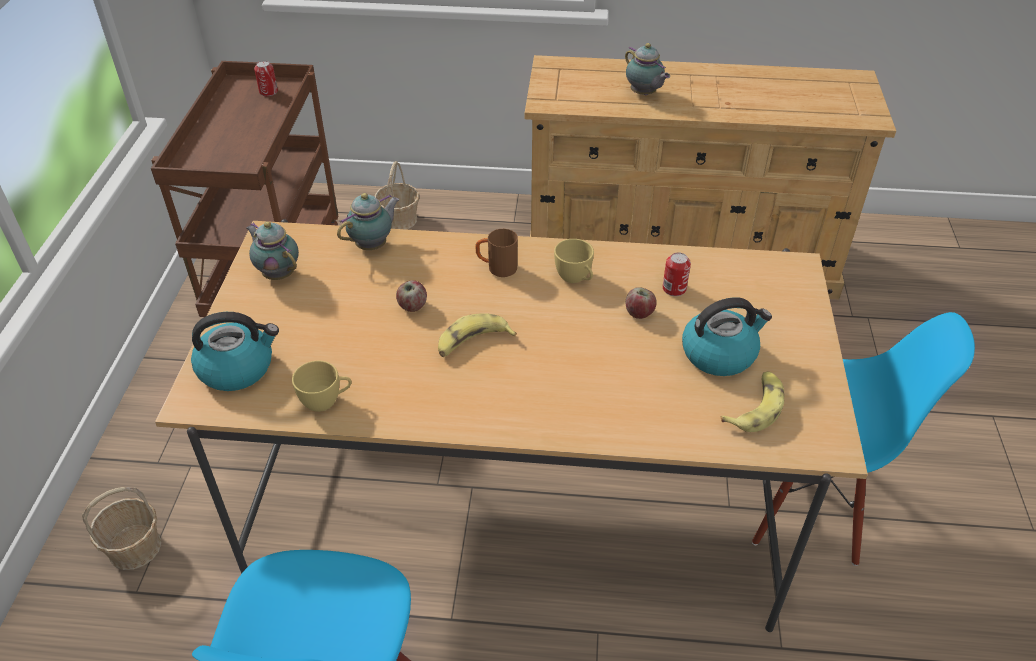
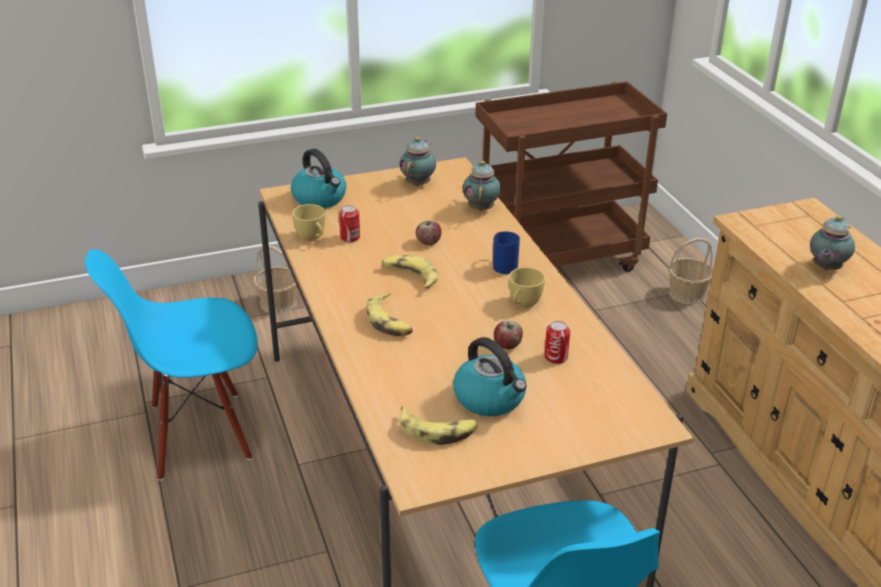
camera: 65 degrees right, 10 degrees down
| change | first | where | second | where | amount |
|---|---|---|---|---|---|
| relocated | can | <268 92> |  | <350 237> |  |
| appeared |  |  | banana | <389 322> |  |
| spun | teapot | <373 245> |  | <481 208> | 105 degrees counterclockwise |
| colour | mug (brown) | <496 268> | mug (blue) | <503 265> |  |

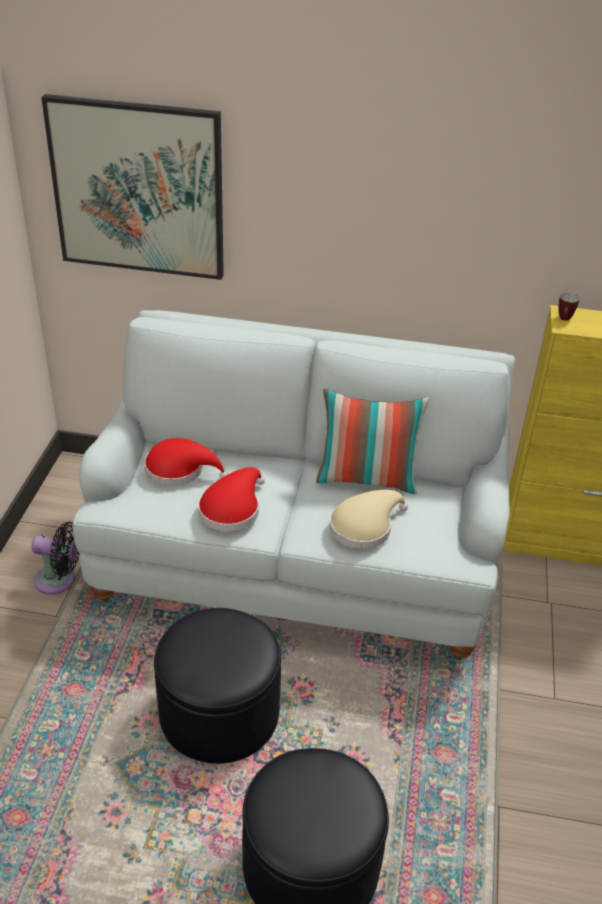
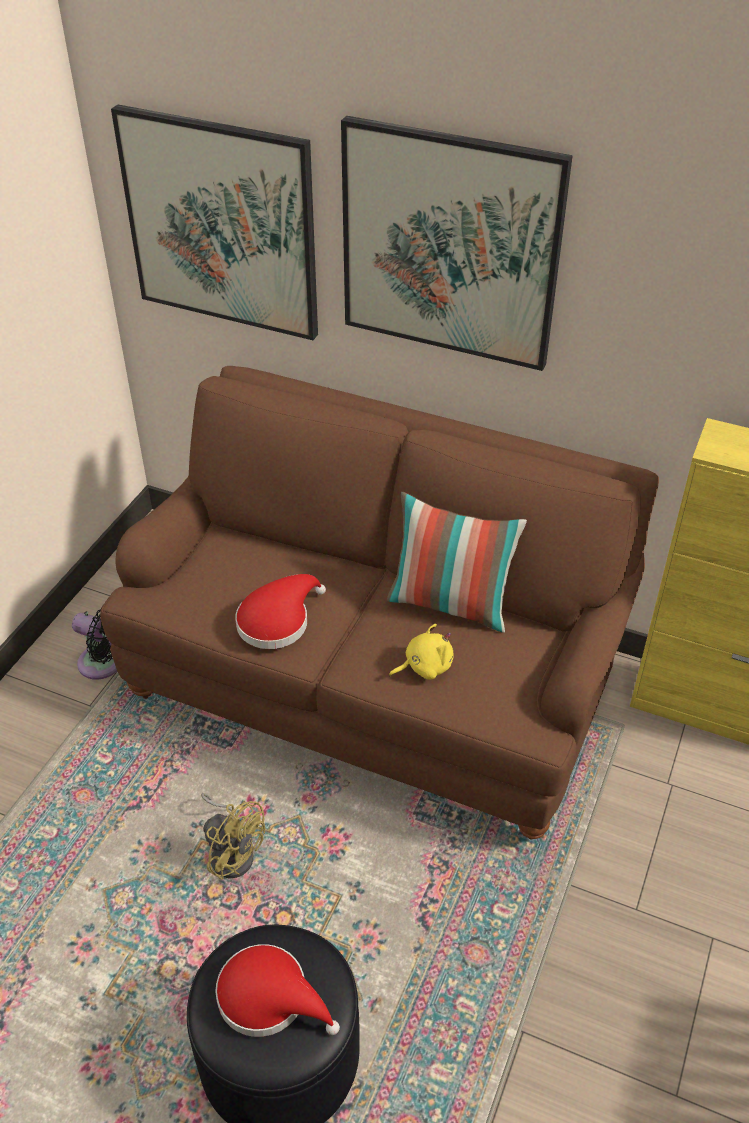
camera: 15 degrees right, 5 degrees up
| change | first | where | second | where | amount |
|---|---|---|---|---|---|
| colour | sofa (white) | <296 562> | sofa (brown) | <375 682> |  |
| exchanged | ottoman (black) | <219 712> | fan (yellow) | <232 852> |  |
| relocated | hat (red) | <179 470> |  | <269 998> |  |
| appeared |  |  | picture | <450 245> |  |
| exchanged | hat (beige) | <364 527> | plush toy (yellow) | <425 666> |  |
| missing | mug | <564 319> |  |  |  |

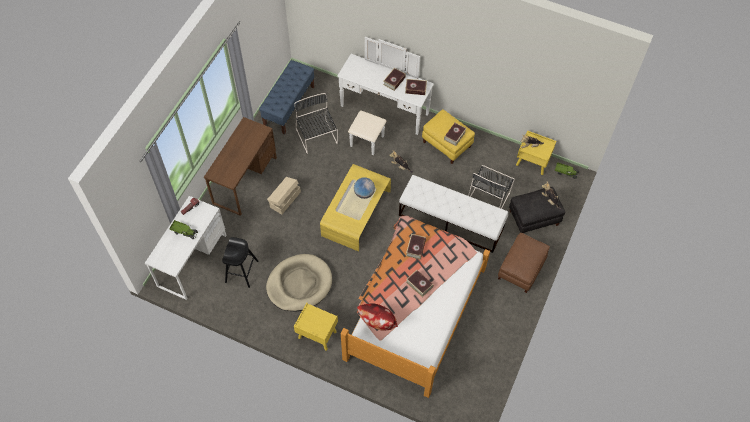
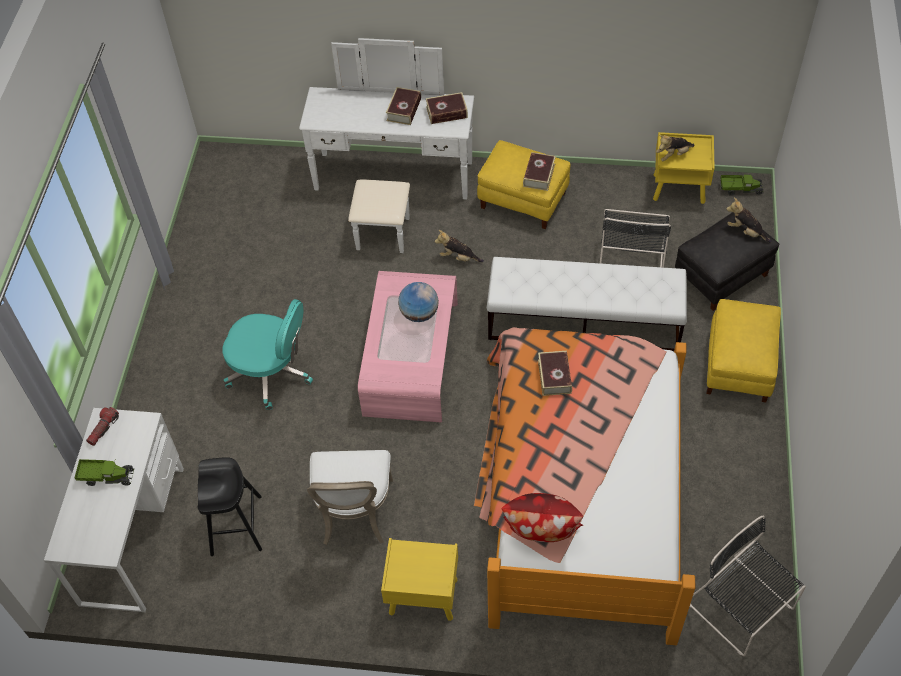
camera: 15 degrees left, 5 degrees down
| change | first | where | second | where | amount |
|---|---|---|---|---|---|
| exchanged | storage box (beige) | <284 199> | office chair (turquoise) | <271 373> |  |
| exchanged | dog bed (beige) | <299 284> | chair (white) | <354 514> |  |
| colour | coffee table (yellow) | <356 213> | coffee table (pink) | <411 358> |  |
| relocated | chair (black) | <317 137> |  | <741 608> |  |
| colour | ottoman (brown) | <521 269> | ottoman (yellow) | <739 366> |  |
| missing | desk (brown) | <245 180> |  |  |  |
| missing | bench (blue) | <289 106> |  |  |  |
| missing | book | <419 284> |  |  |  |

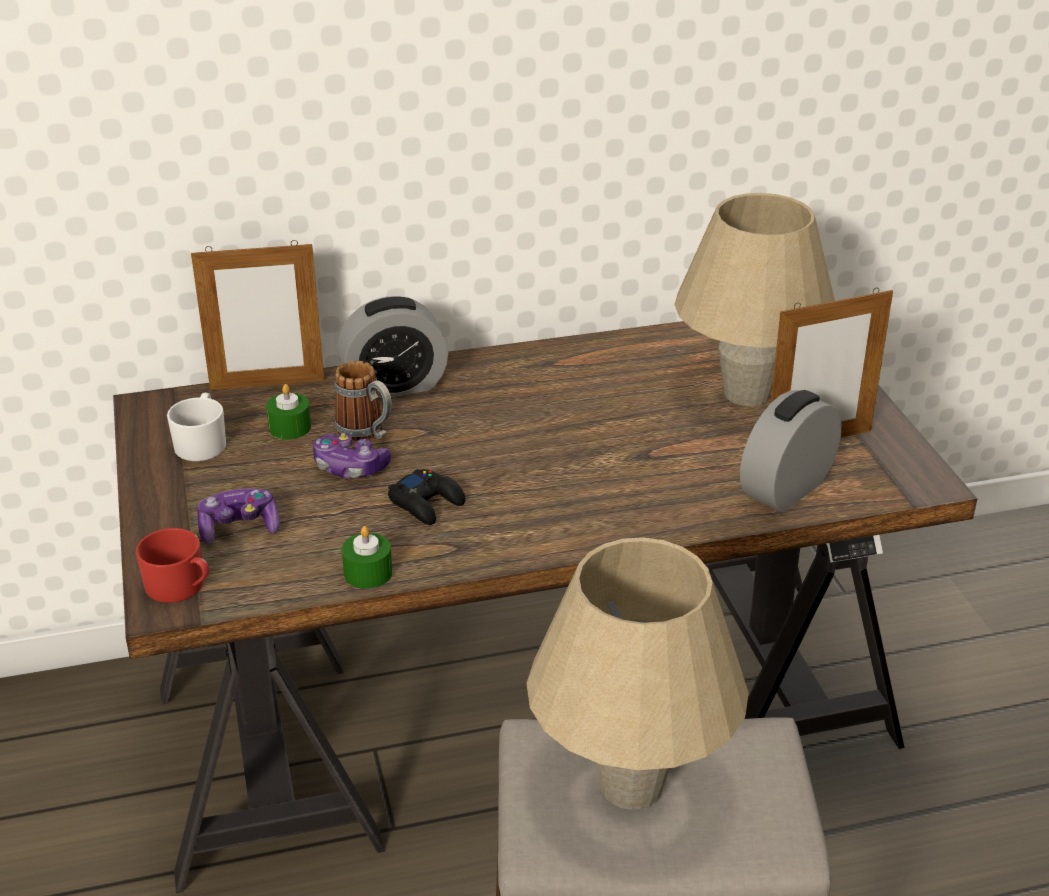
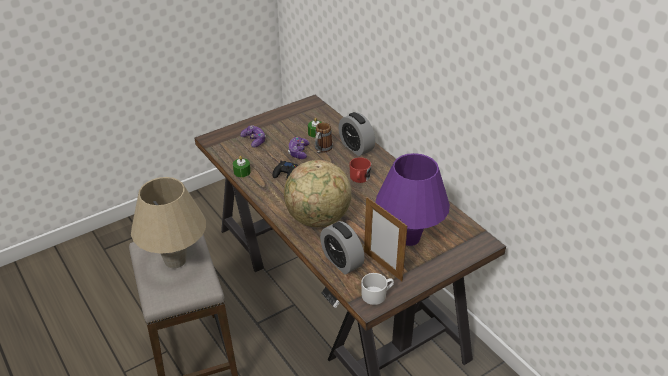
camera: 70 degrees right, 5 degrees up
| change | first | where | second | where | amount |
|---|---|---|---|---|---|
| appeared |  |  | globe | <318 219> |  |
| spun | alarm clock | <786 488> |  | <341 261> | 150 degrees counterclockwise |
| relocated | mug (red) | <181 587> |  | <359 178> |  |
| relocated | mug (white) | <202 443> |  | <377 295> |  |
| colour | table lamp (beige) | <746 393> | table lamp (purple) | <409 238> |  |
| missing | picture frame | <267 384> |  |  |  |

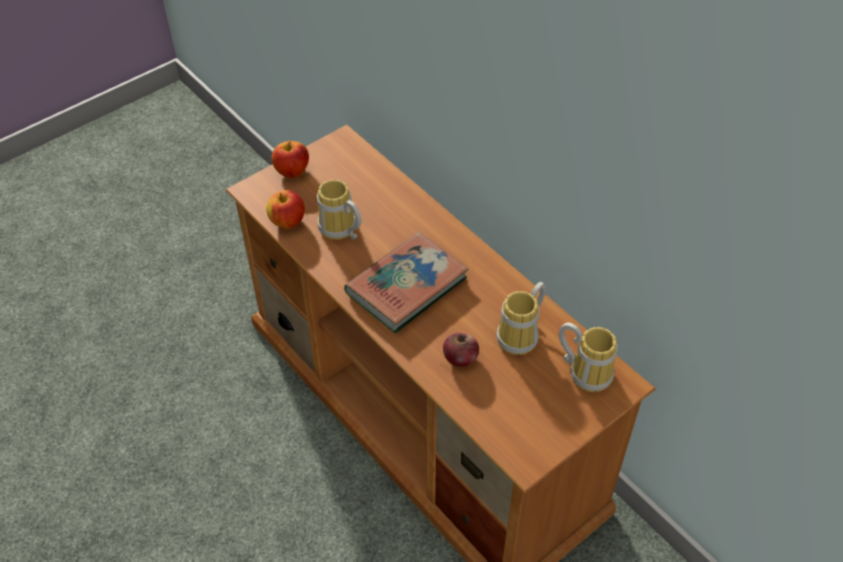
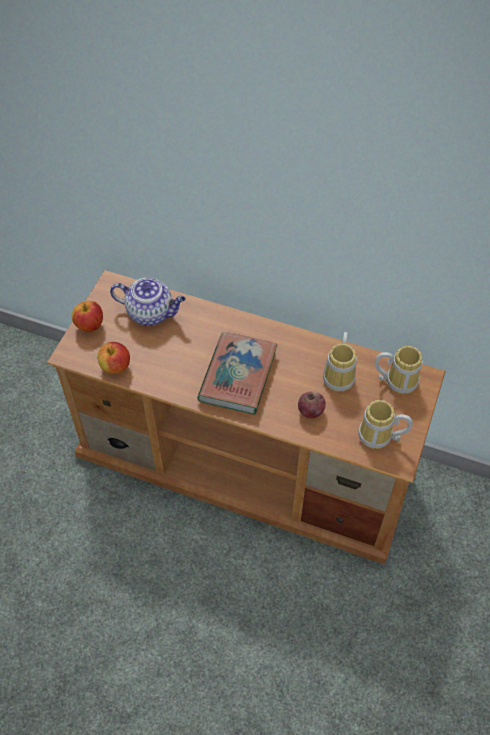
camera: 30 degrees left, 5 degrees up
| change | first | where | second | where | amount |
|---|---|---|---|---|---|
| appeared |  |  | teapot | <151 313> |  |
| relocated | mug | <339 231> |  | <379 438> |  |

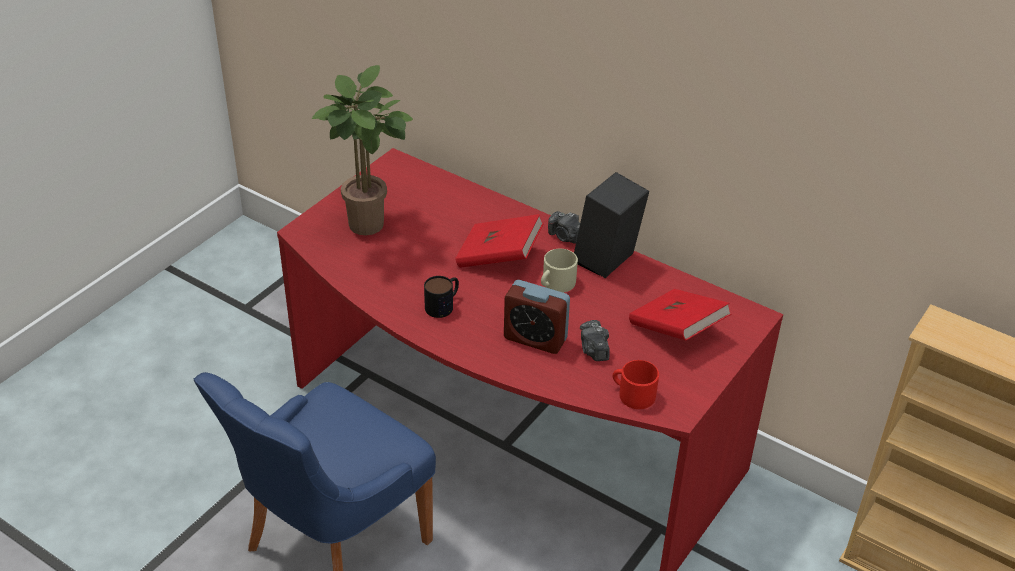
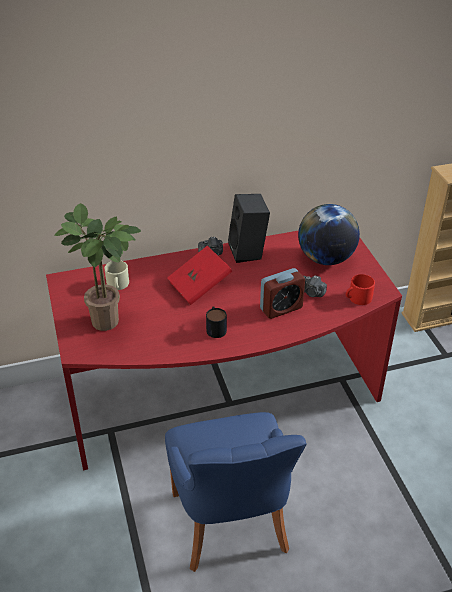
camera: 50 degrees left, 0 degrees up
| change | first | where | second | where | amount |
|---|---|---|---|---|---|
| relocated | mug (beige) | <556 284> |  | <117 285> |  |
| exchanged | book (red) | <676 330> | globe | <326 259> |  |

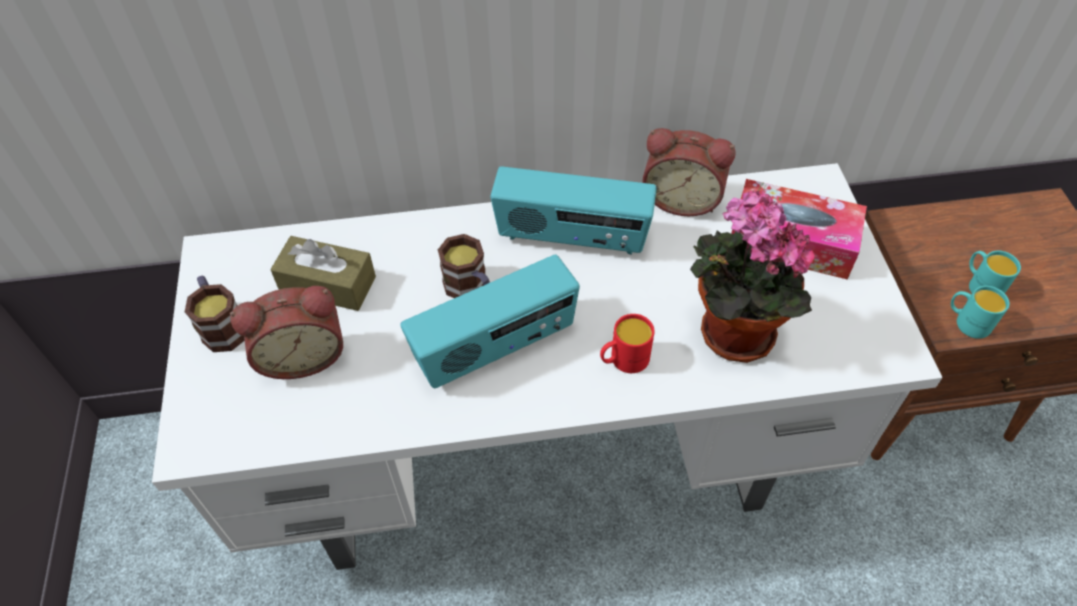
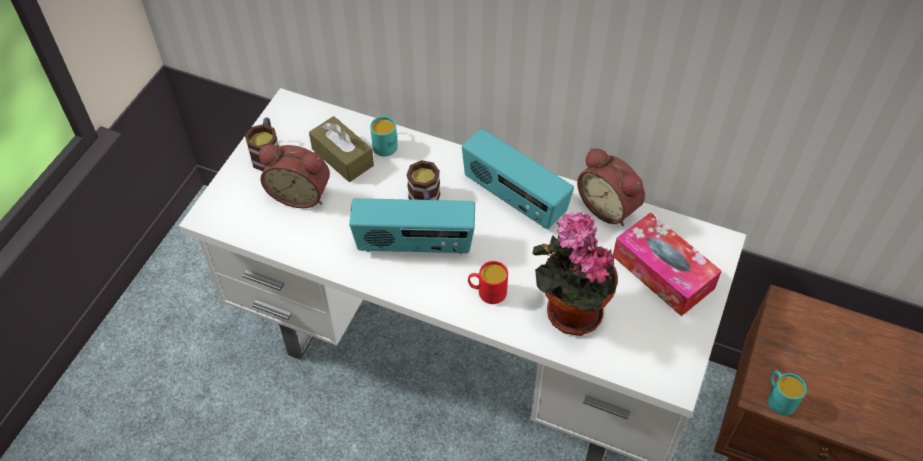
camera: 30 degrees right, 0 degrees up
| change | first | where | second | where | amount |
|---|---|---|---|---|---|
| relocated | mug (turquoise) | <980 285> |  | <385 143> |  |

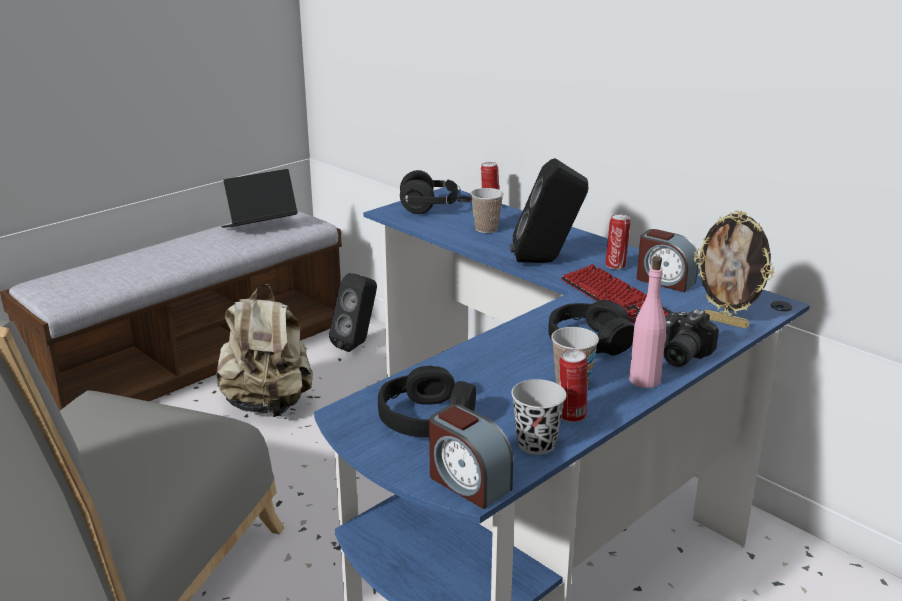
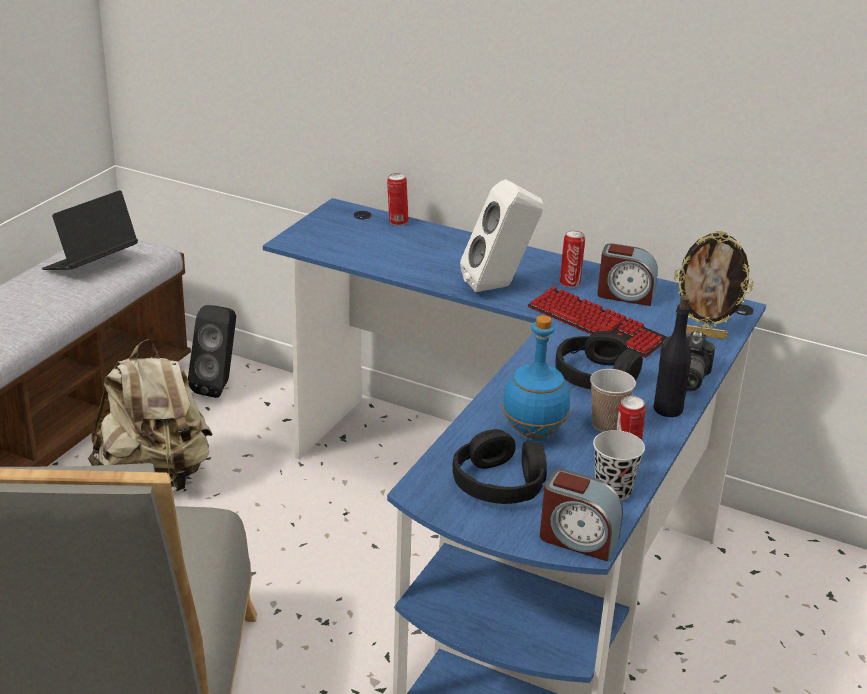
camera: 20 degrees left, 5 degrees up
| change | first | where | second | where | amount |
|---|---|---|---|---|---|
| colour | speaker (black) | <546 262> | speaker (white) | <500 287> |  |
| appeared |  |  | bottle (blue) | <534 435> |  |
| colour | bottle (pink) | <645 380> | bottle (black) | <668 409> |  |
| missing | headphones (black) | <430 208> |  |  |  |
| missing | cup | <486 229> |  |  |  |

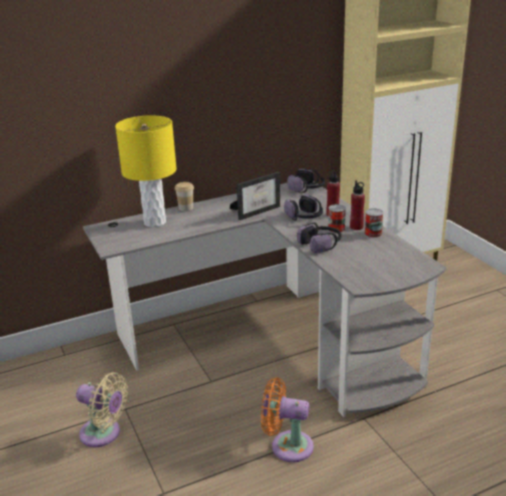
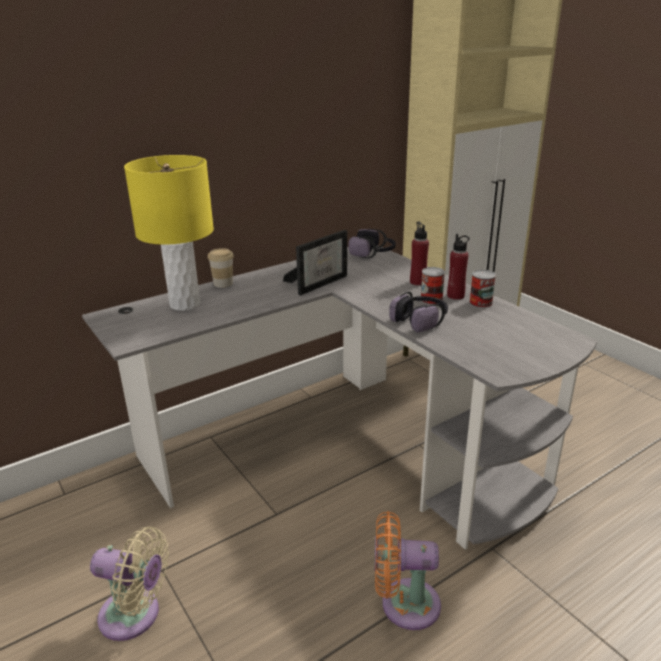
camera: 10 degrees left, 0 degrees up
| change | first | where | second | where | amount |
|---|---|---|---|---|---|
| missing | headphones | <305 217> |  |  |  |

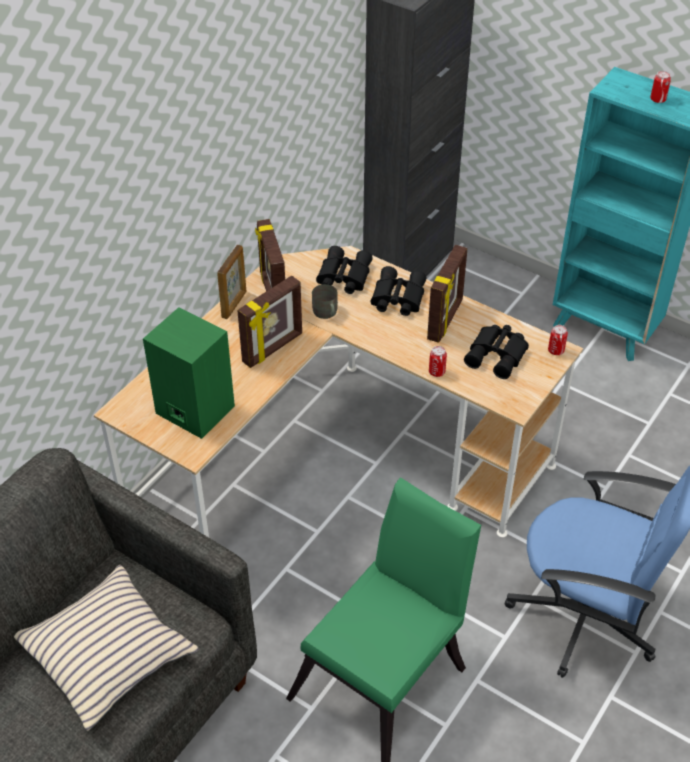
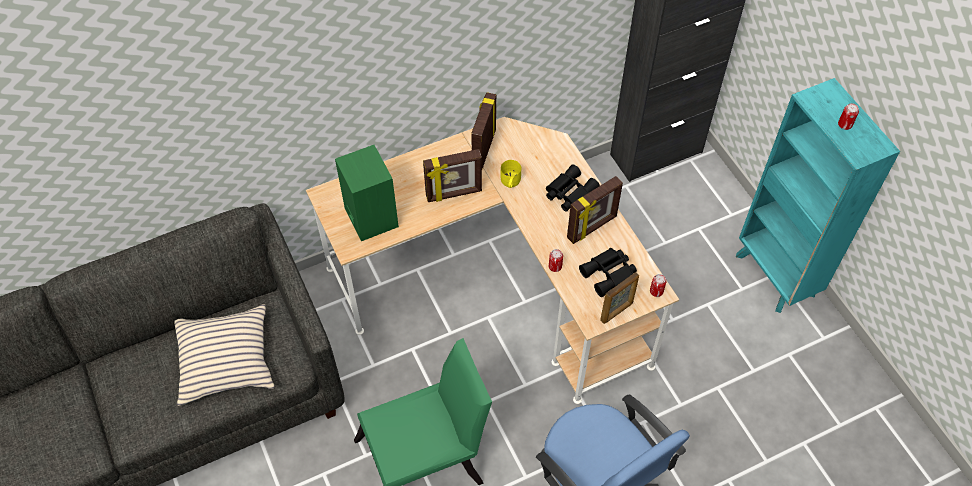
camera: 30 degrees right, 10 degrees up
| change | first | where | second | where | amount |
|---|---|---|---|---|---|
| colour | mug (grey) | <326 313> | mug (yellow) | <510 182> |  |
| relocated | picture frame | <234 304> |  | <617 312> |  |
| missing | binoculars (black) | <342 277> |  |  |  |

